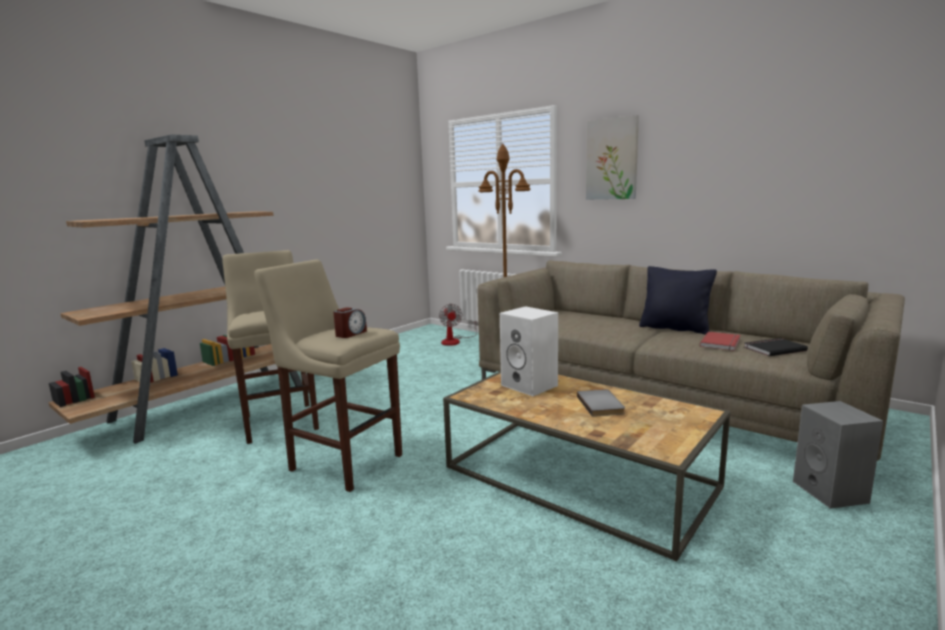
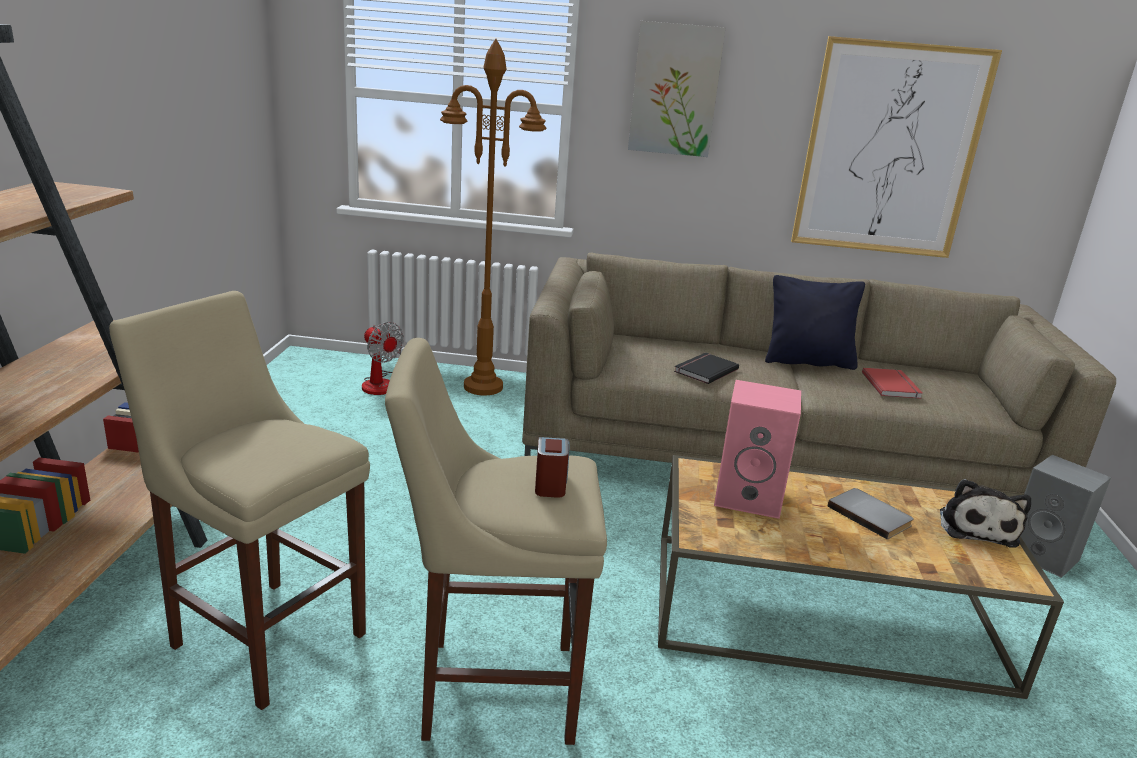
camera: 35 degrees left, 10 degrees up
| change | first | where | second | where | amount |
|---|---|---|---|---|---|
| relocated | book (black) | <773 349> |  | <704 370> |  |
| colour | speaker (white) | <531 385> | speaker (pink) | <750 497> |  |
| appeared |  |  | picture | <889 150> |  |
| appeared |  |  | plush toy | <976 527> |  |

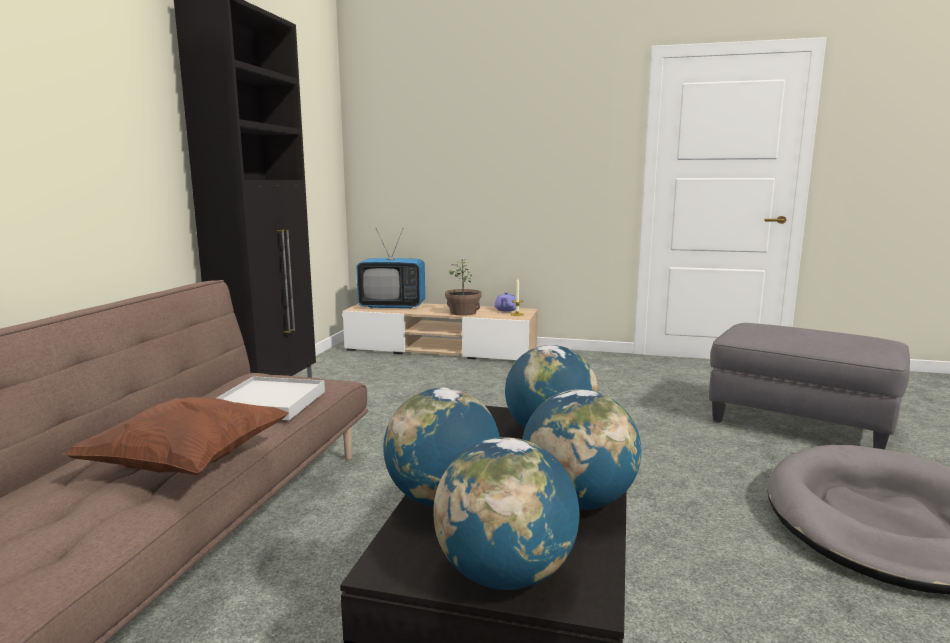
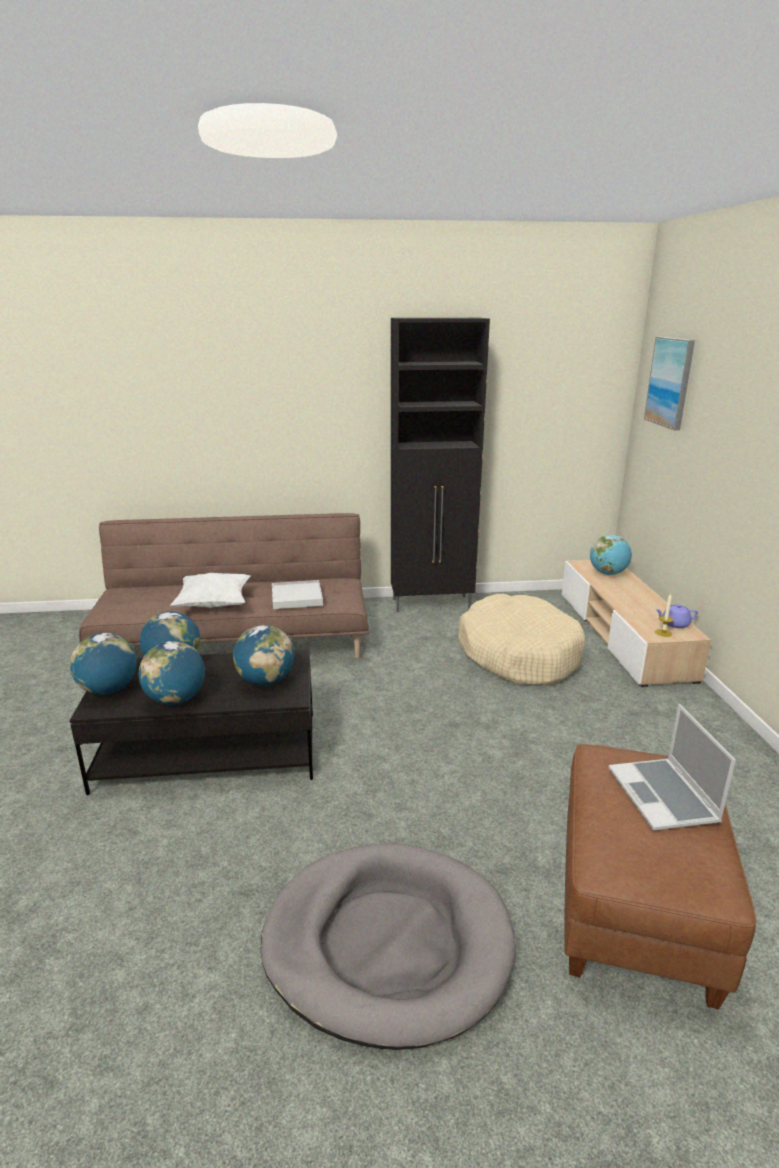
camera: 70 degrees right, 10 degrees up
| change | first | where | second | where | amount |
|---|---|---|---|---|---|
| colour | pillow (brown) | <188 464> | pillow (white) | <214 604> |  |
| appeared |  |  | dog bed (beige) | <518 654> |  |
| colour | ottoman (grey) | <800 423> | ottoman (brown) | <636 907> |  |
| exchanged | television | <392 306> | globe | <608 573> |  |
| appeared |  |  | laptop | <664 796> |  |
| appeared |  |  | picture | <670 382> |  |
| missing | potted plant | <463 312> |  |  |  |

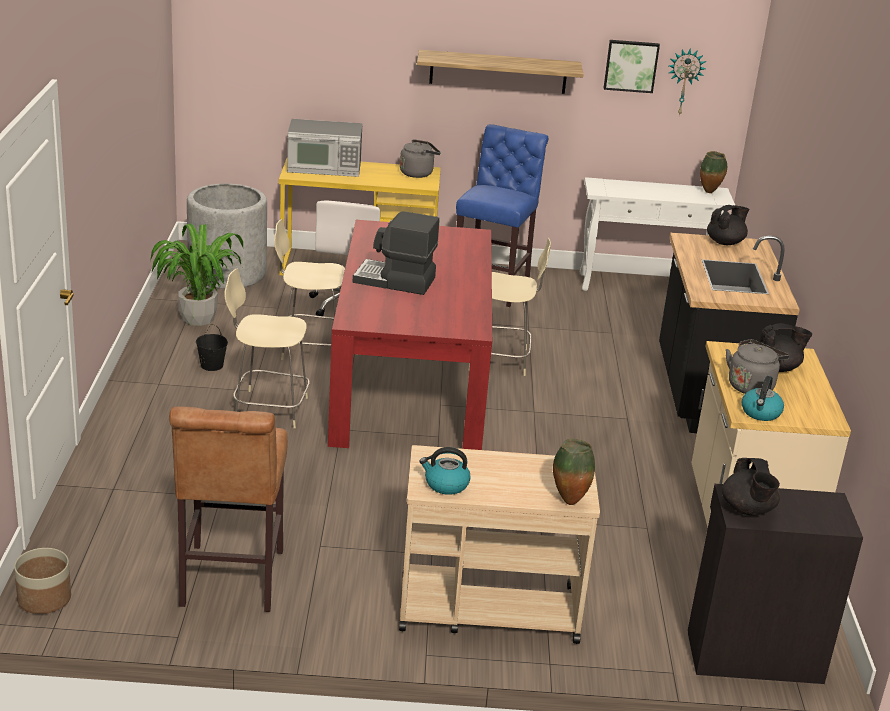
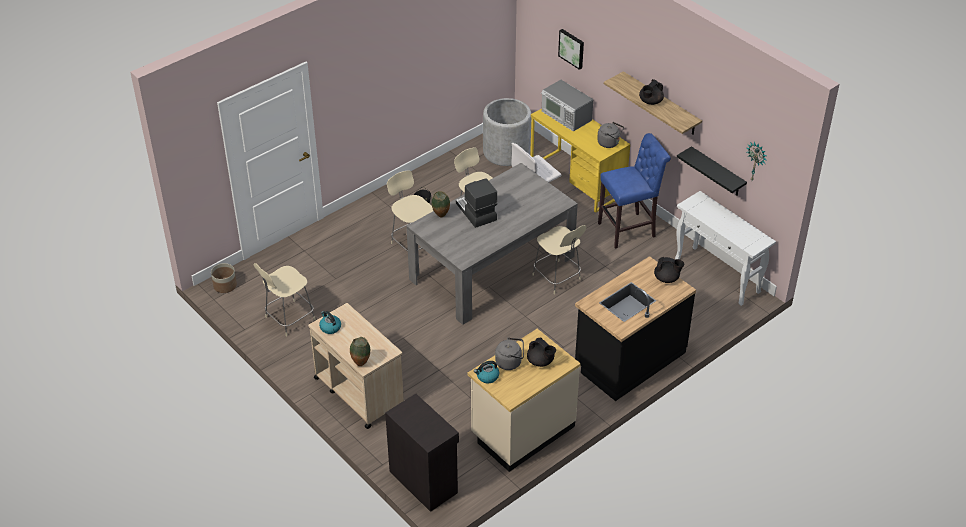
camera: 50 degrees right, 15 degrees up
| change | first | where | second | where | amount |
|---|---|---|---|---|---|
| exchanged | stool (brown) | <230 583> | chair (beige) | <288 319> |  |
| colour | dining table (red) | <411 385> | dining table (grey) | <492 268> |  |
| relocated | vase | <709 192> |  | <441 216> |  |
| relocated | picture | <631 65> |  | <572 48> |  |
| relocated | teapot (black) | <748 509> |  | <650 102> |  |
| appeared |  |  | shelf (black) | <717 172> |  |
| missing | potted plant | <197 318> |  |  |  |

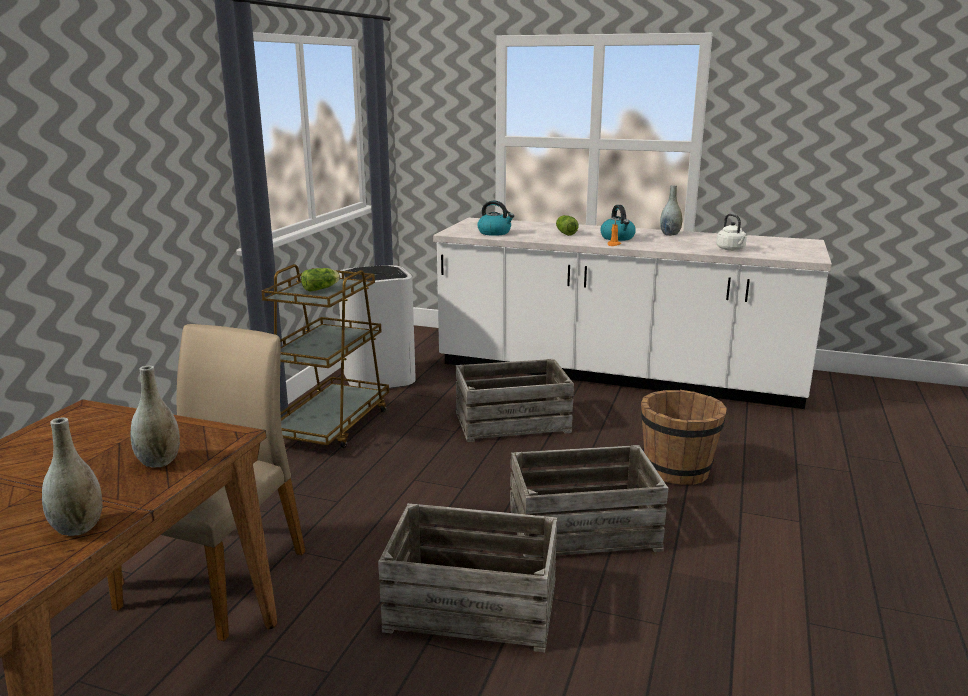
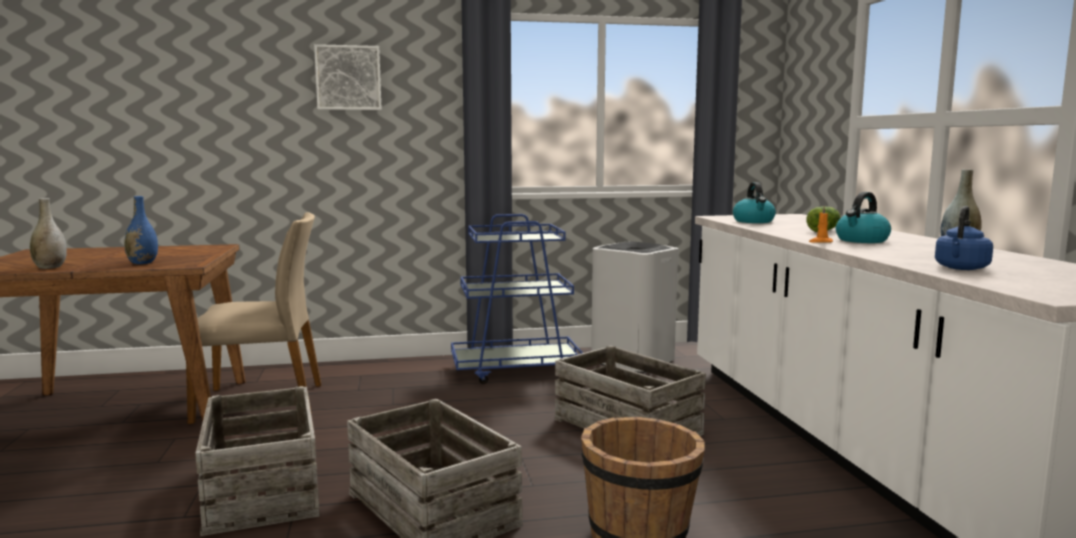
camera: 60 degrees right, 10 degrees down
| change | first | where | second | where | amount |
|---|---|---|---|---|---|
| colour | vase (grey) | <159 462> | vase (blue) | <143 263> |  |
| appeared |  |  | picture | <348 78> |  |
| colour | cart (brown) | <331 425> | cart (blue) | <516 370> |  |
| colour | kettle (white) | <731 249> | kettle (blue) | <961 268> |  |
| missing | lettuce | <322 288> |  |  |  |

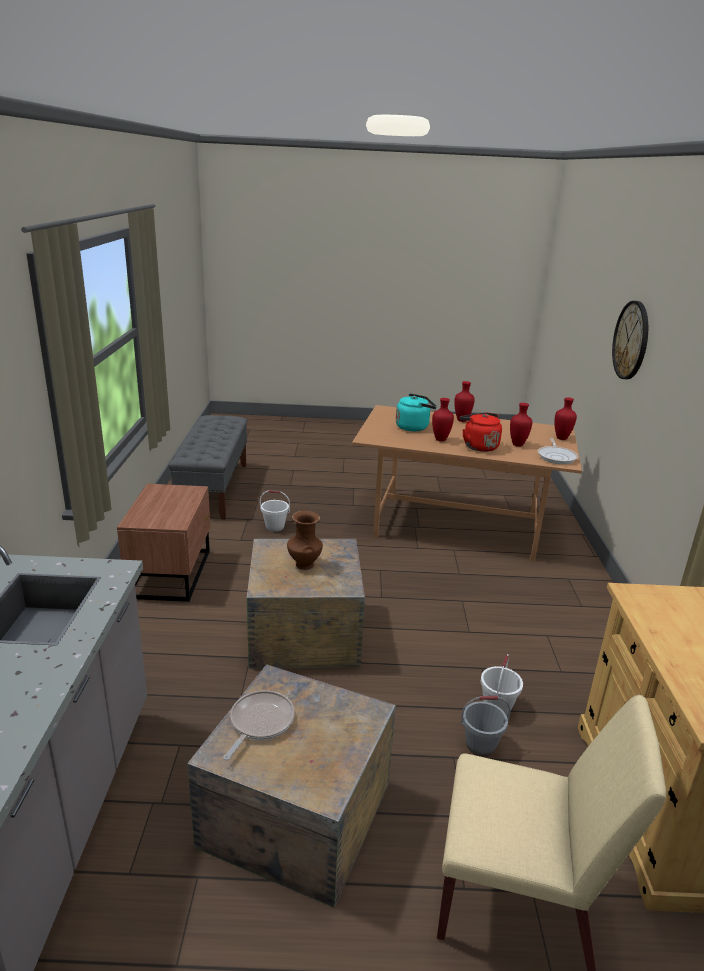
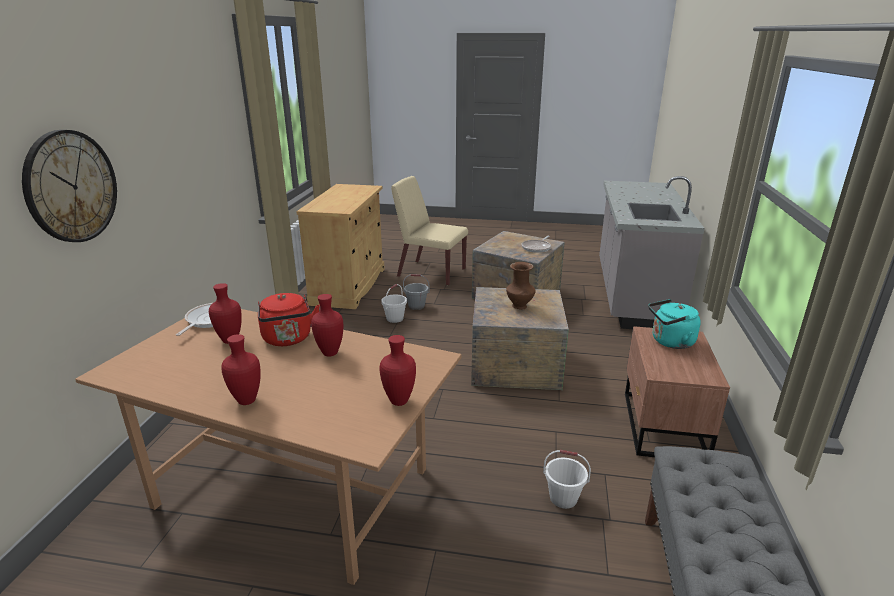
camera: 170 degrees left, 0 degrees up
| change | first | where | second | where | amount |
|---|---|---|---|---|---|
| relocated | vase (red) | <561 438> |  | <399 402> |  |
| relocated | kettle (turquoise) | <414 427> |  | <670 342> |  |

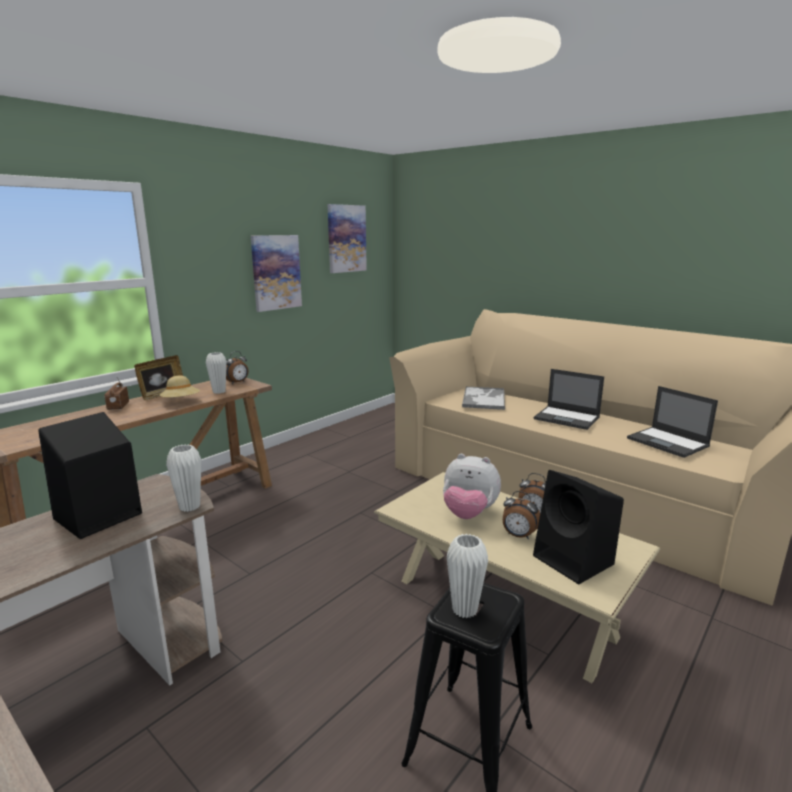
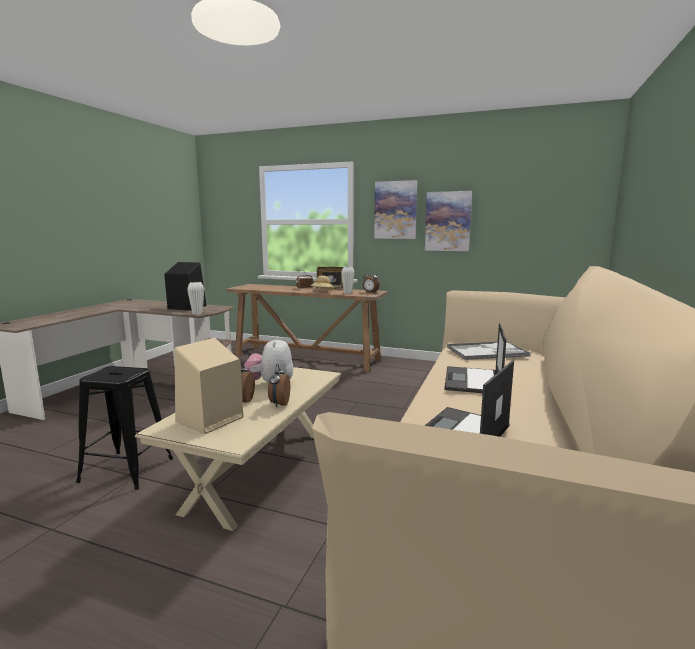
camera: 70 degrees right, 5 degrees down
| change | first | where | second | where | amount |
|---|---|---|---|---|---|
| colour | speaker (black) | <575 561> | speaker (beige) | <208 420> |  |
| relocated | picture | <346 238> |  | <395 210> |  |
| missing | vase (white) | <464 610> |  |  |  |

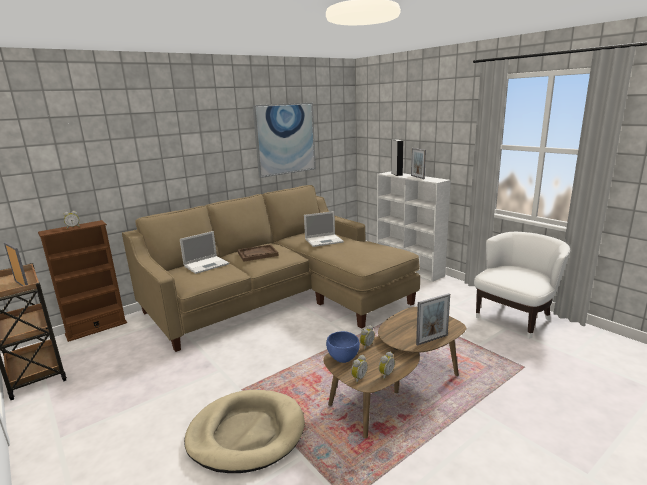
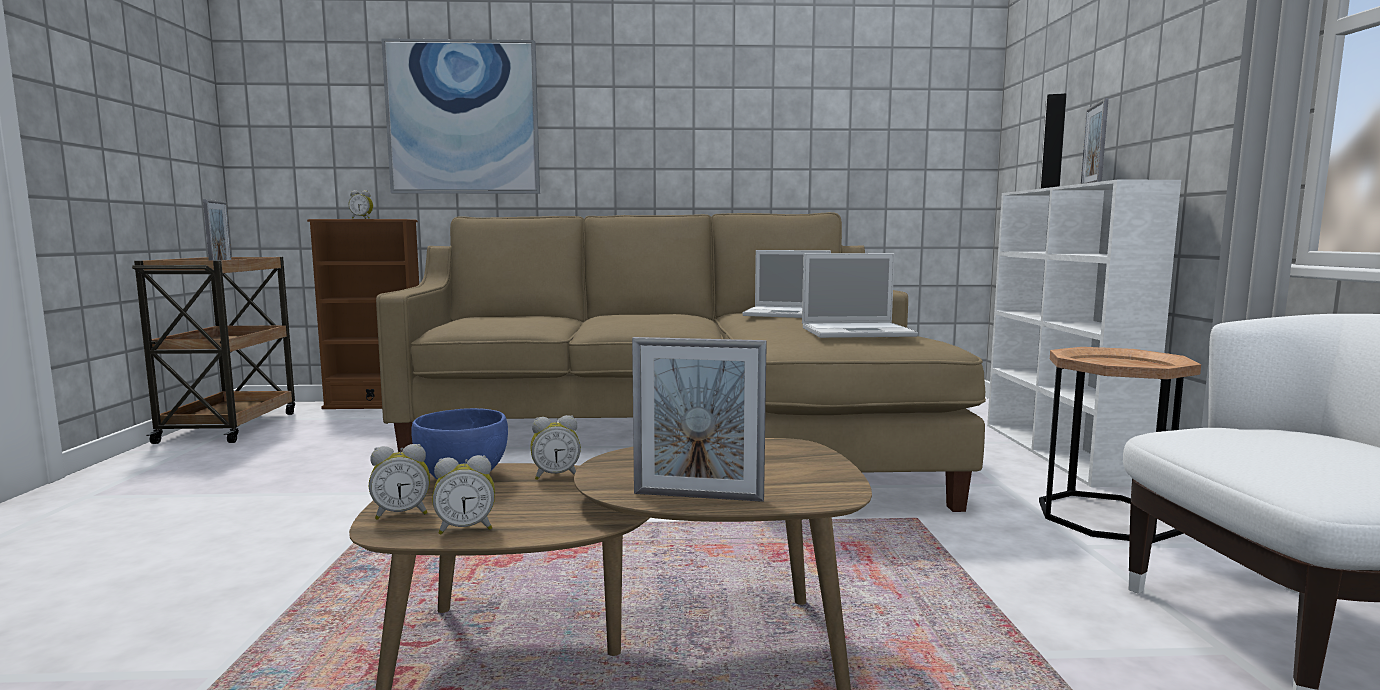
camera: 35 degrees right, 10 degrees down
| change | first | where | second | where | amount |
|---|---|---|---|---|---|
| relocated | picture | <285 139> |  | <463 118> |  |
| relocated | laptop | <207 264> |  | <859 331> |  |
| appeared |  |  | side table (brown) | <1107 516> |  |
| missing | dog bed (beige) | <246 433> |  |  |  |
| missing | tray (brown) | <257 254> |  |  |  |

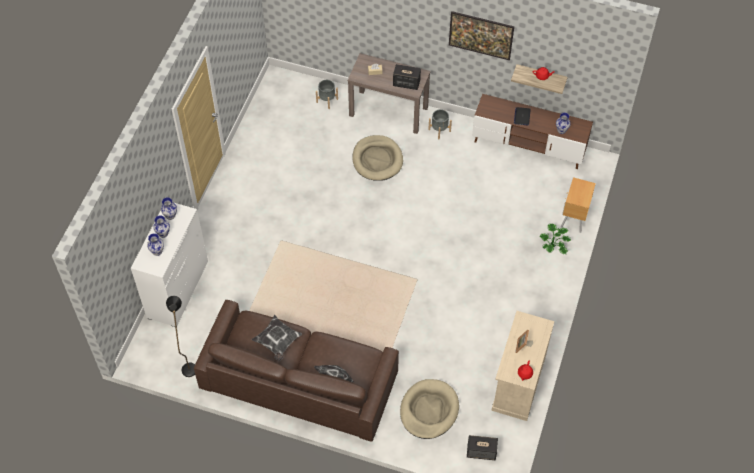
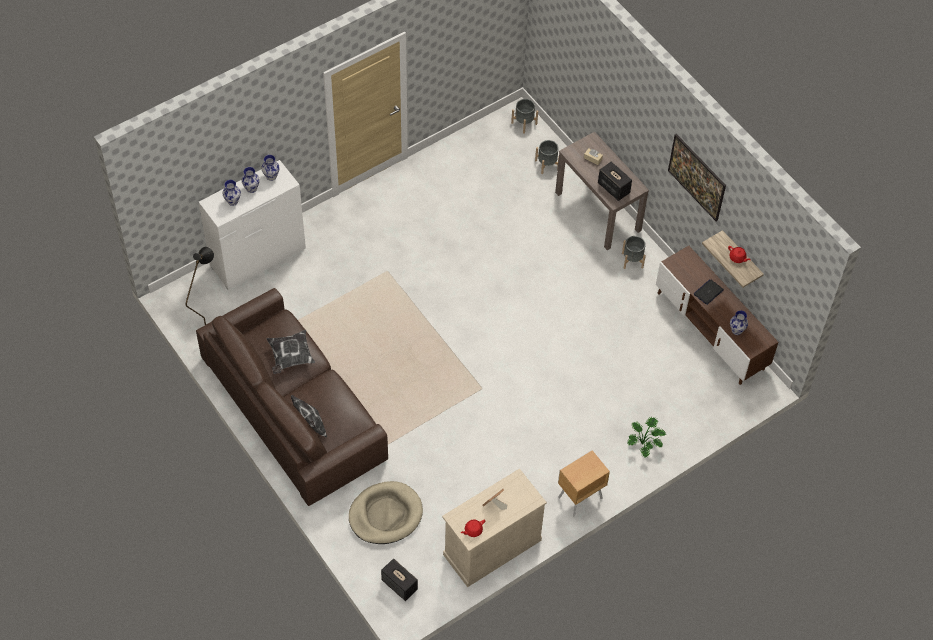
camera: 35 degrees right, 0 degrees up
| change | first | where | second | where | amount |
|---|---|---|---|---|---|
| appeared |  |  | planter (grey) | <524 123> |  |
| relocated | nightstand (brown) | <573 219> |  | <579 498> |  |
| missing | dog bed (beige) | <377 160> |  |  |  |

